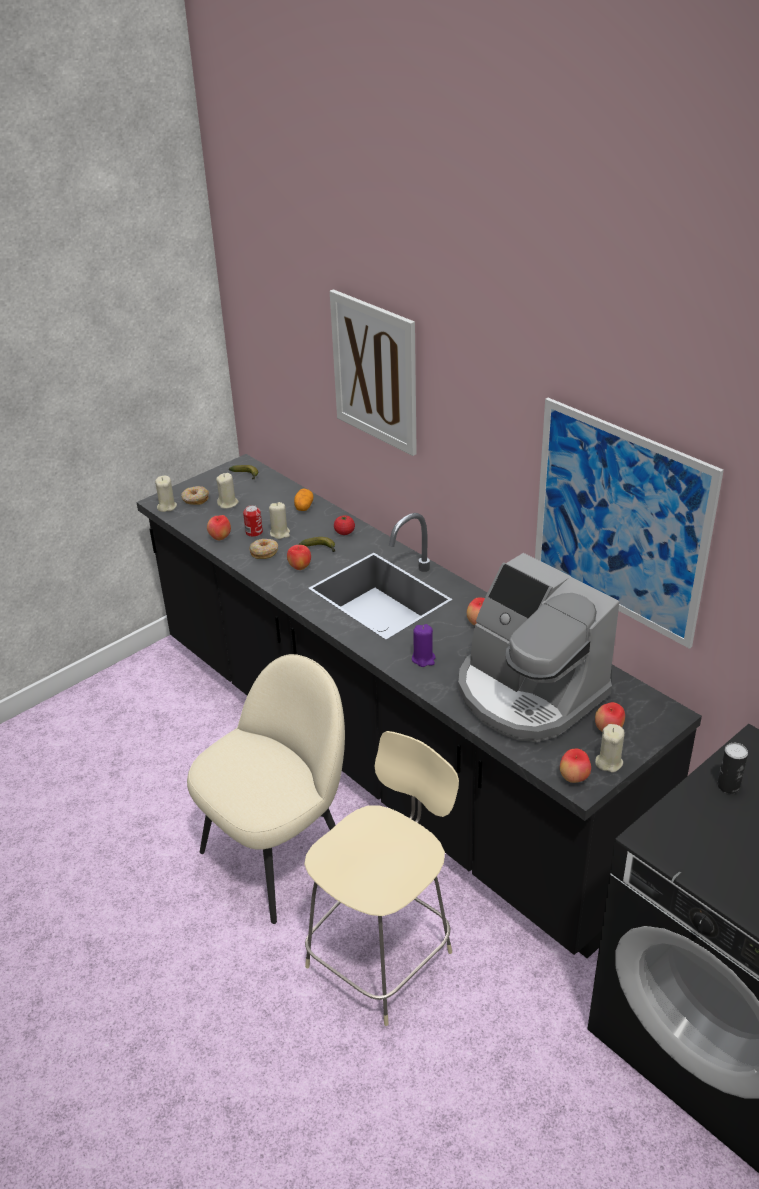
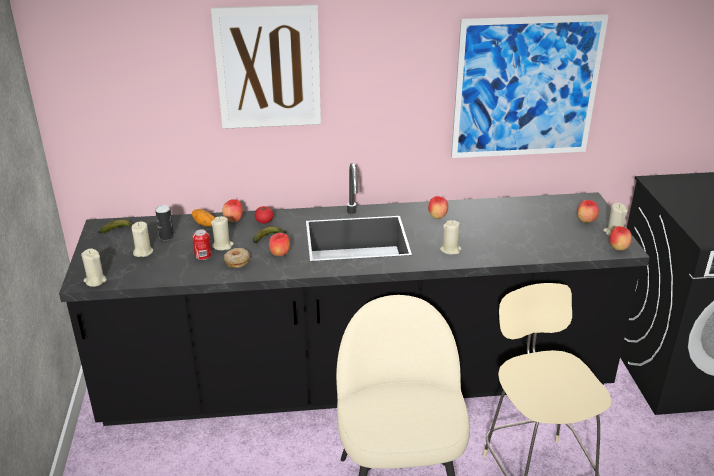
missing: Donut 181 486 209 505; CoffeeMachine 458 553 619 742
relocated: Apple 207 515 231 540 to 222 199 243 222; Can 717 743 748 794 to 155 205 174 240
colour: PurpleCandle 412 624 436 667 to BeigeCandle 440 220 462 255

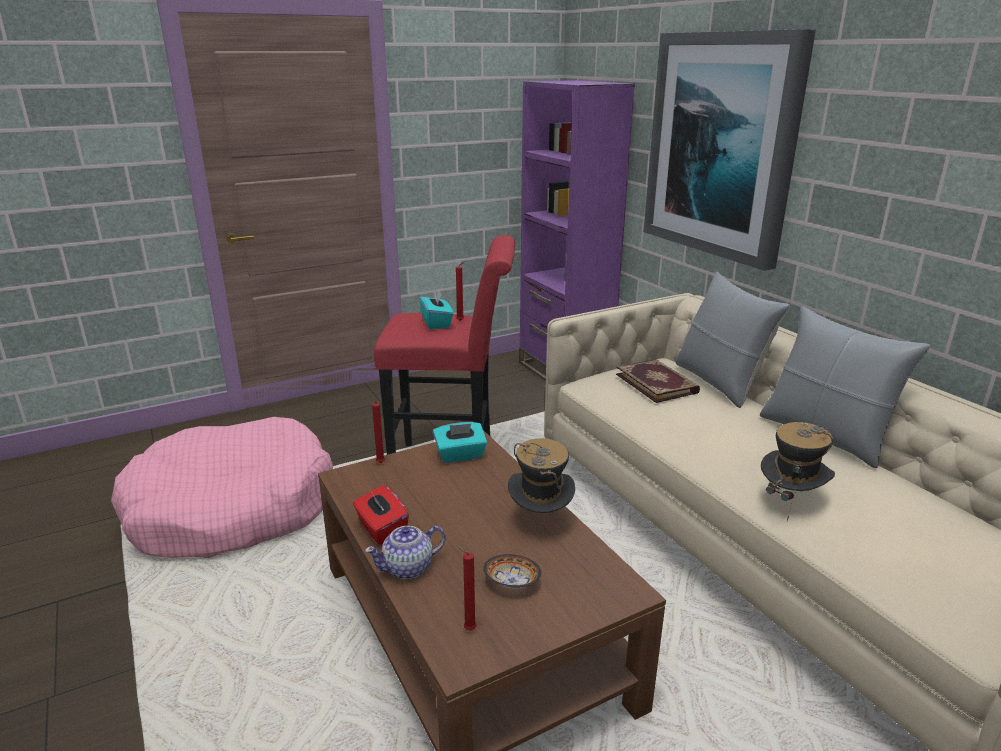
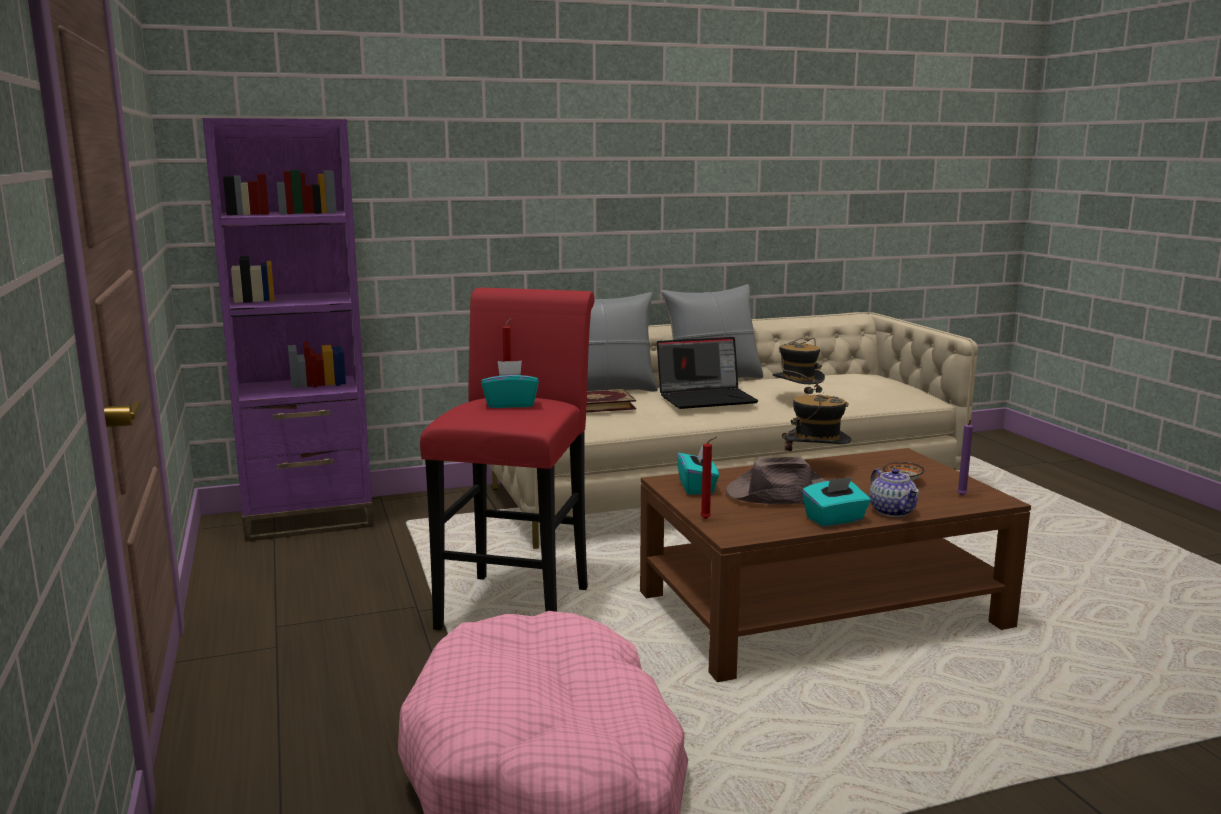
missing: Picture 644 29 816 271
appeared: Laptop 657 337 759 409; BrownHat 726 457 826 504
colour: RedTissueBox 353 485 409 545 to TurquoiseTissueBox 802 477 871 527; RedCandle 457 546 476 630 to PurpleCandle 957 420 973 496

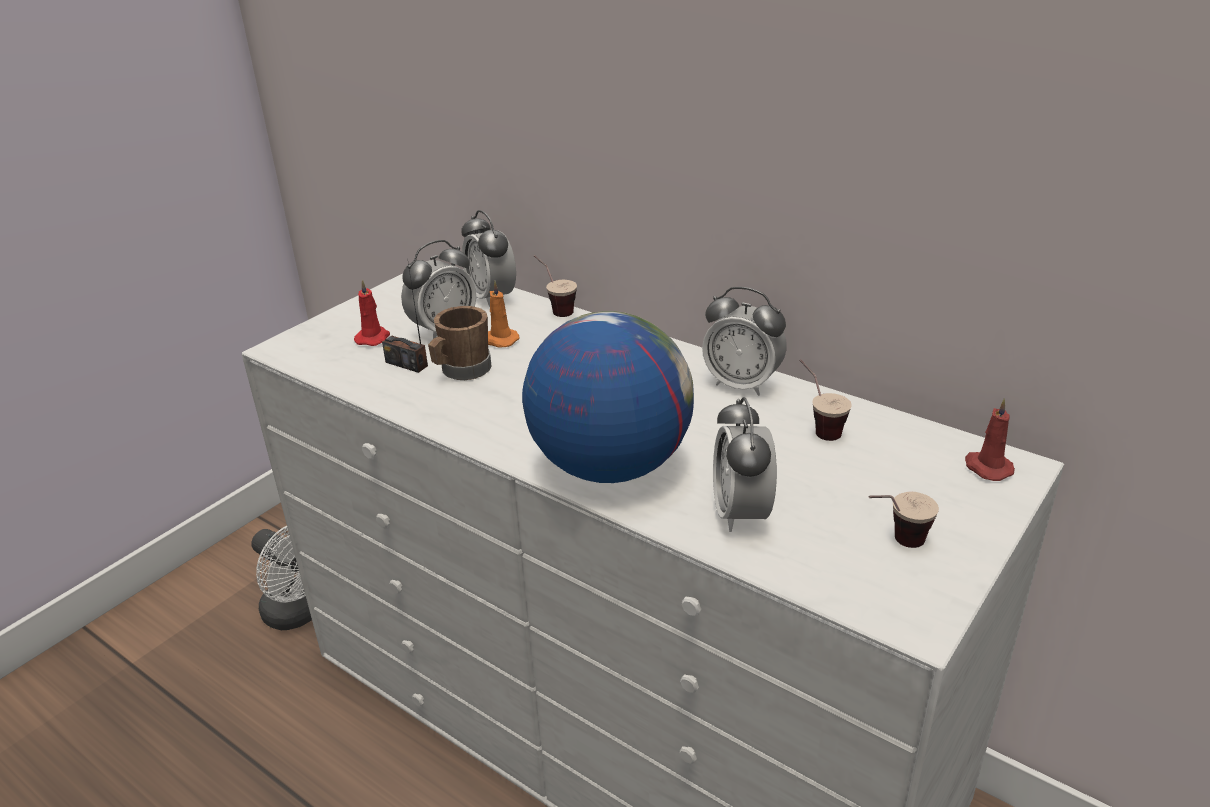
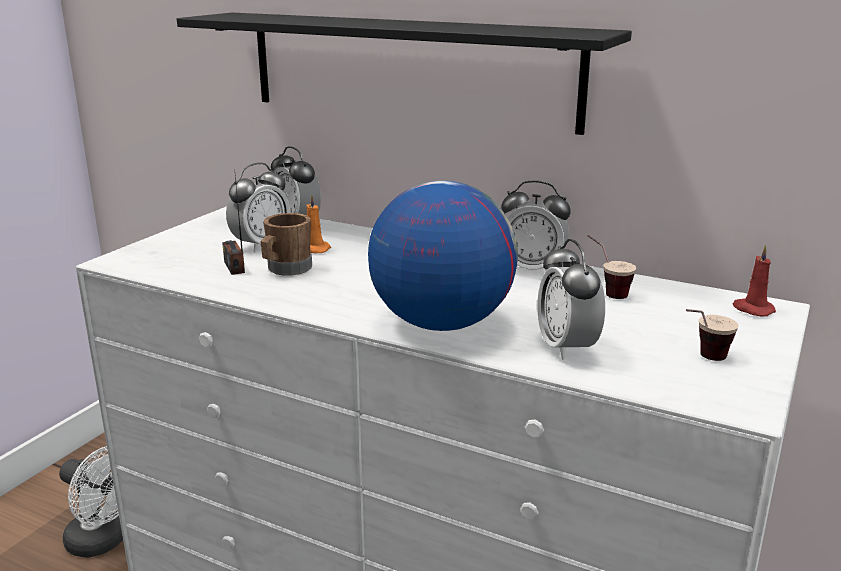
missing: RedCandle 354 279 390 346; Cup 534 255 577 317
appeared: BlackShelf 177 13 632 135
spun: Radio 382 263 428 373 = 222 176 245 275 45 degrees clockwise

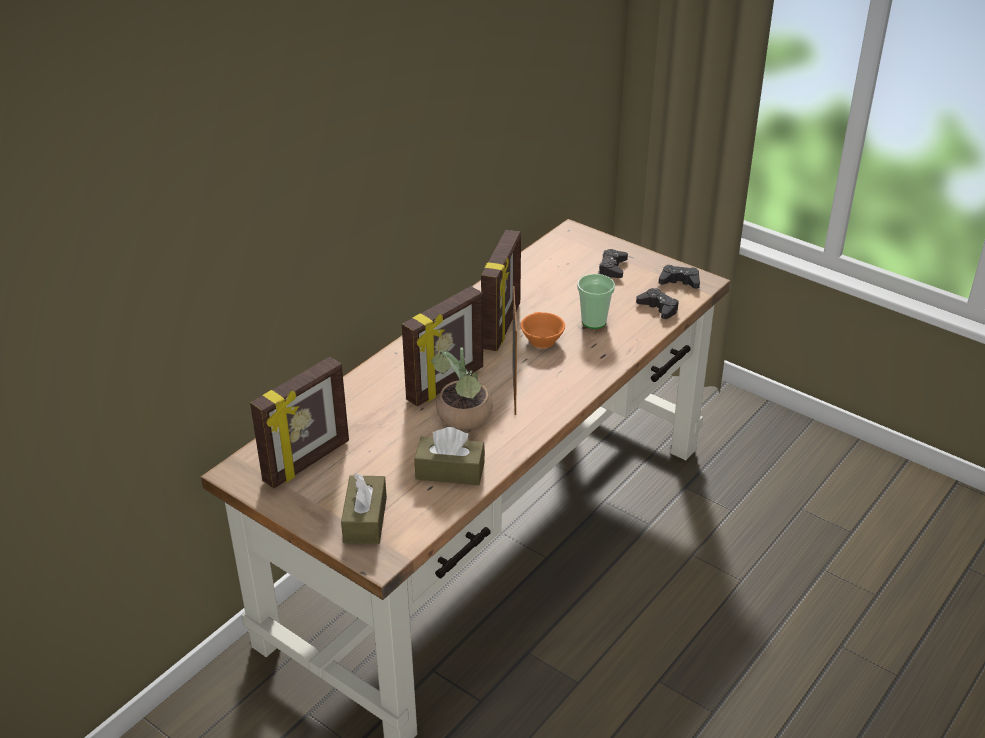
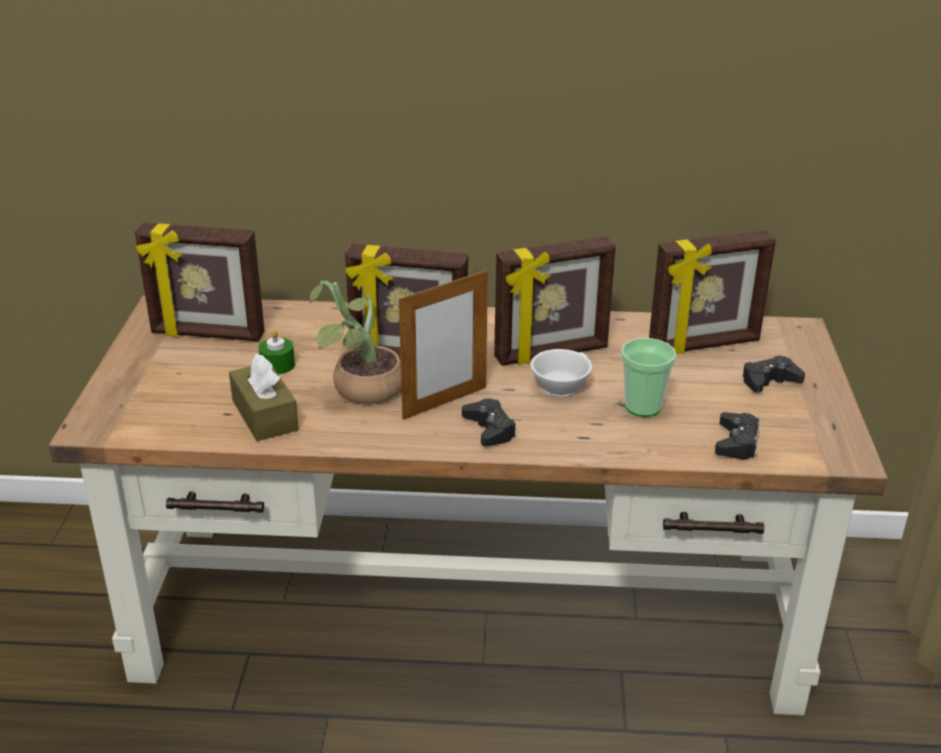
missing: BrownTissueBox 341 473 387 544
appeared: GreenCandle 259 330 295 375; PictureFrame 649 230 776 354
relocated: BlackGameController 659 265 700 289 to 462 398 516 446
colour: OrangeCup 521 312 565 348 to WhiteCup 531 349 592 397

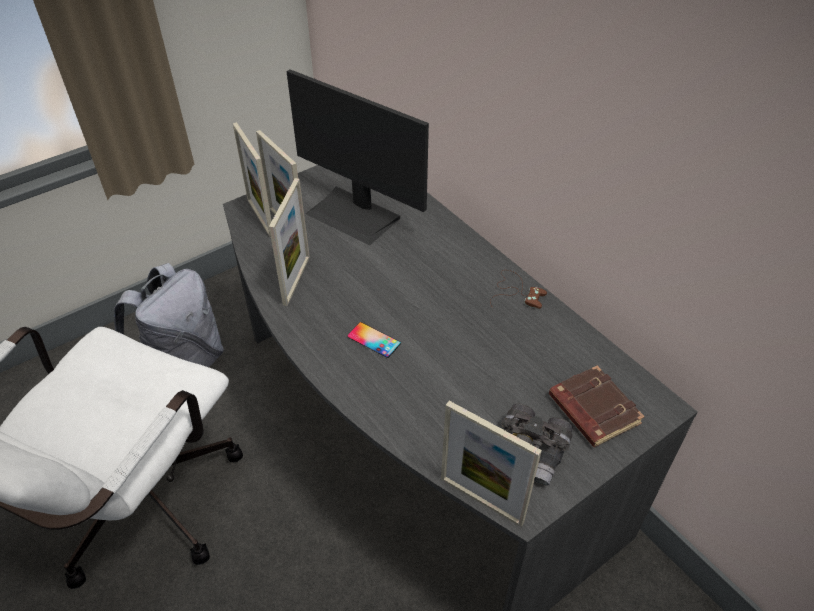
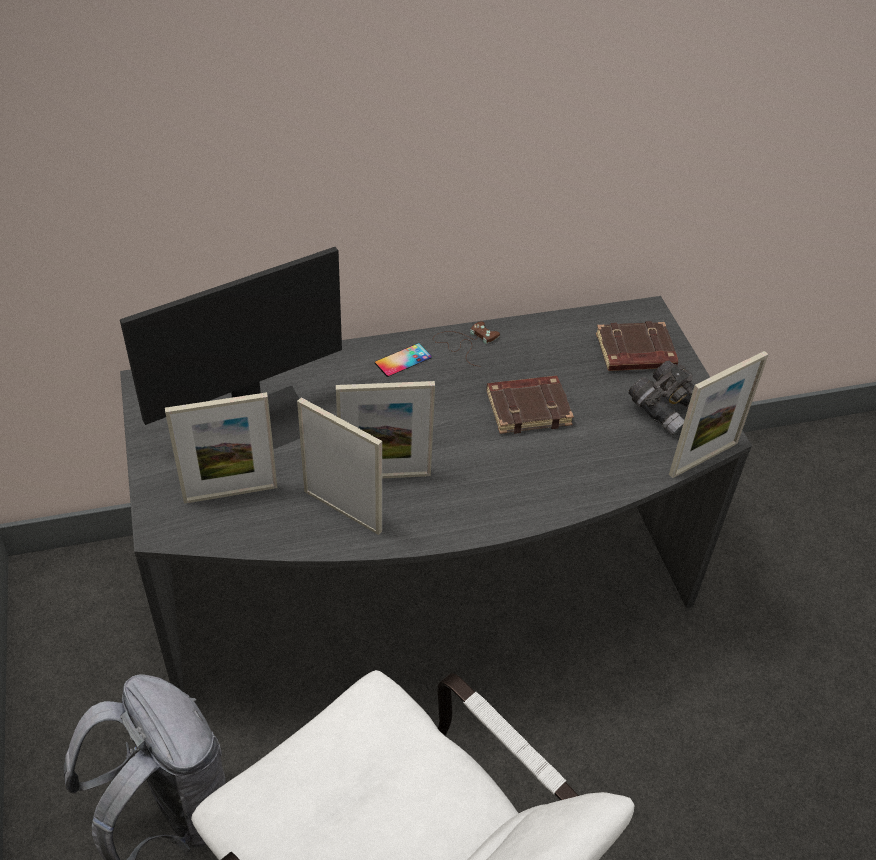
appeared: BrownBook 486 376 574 434
relocated: PictureFrame 233 122 272 238 to 336 381 435 478; Phone 348 322 401 358 to 375 343 432 377

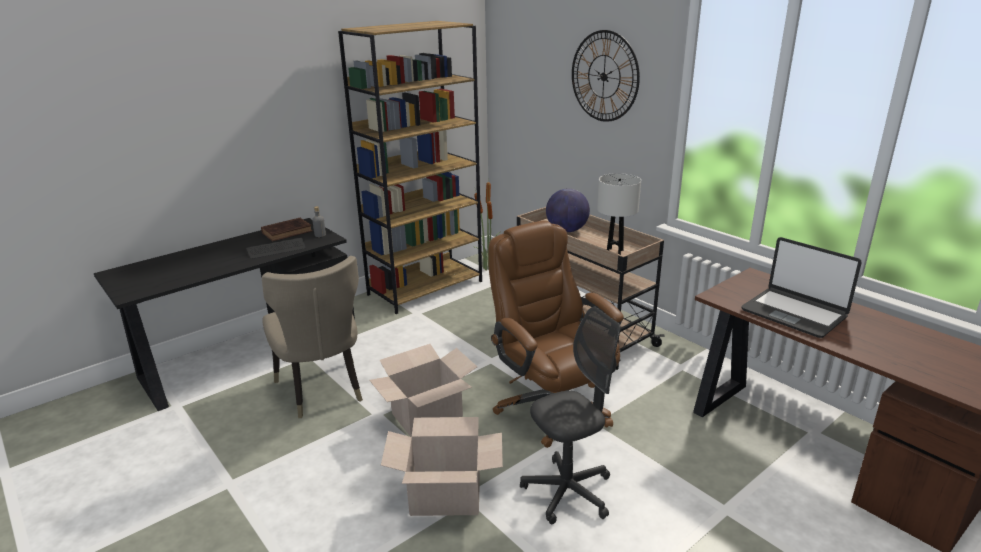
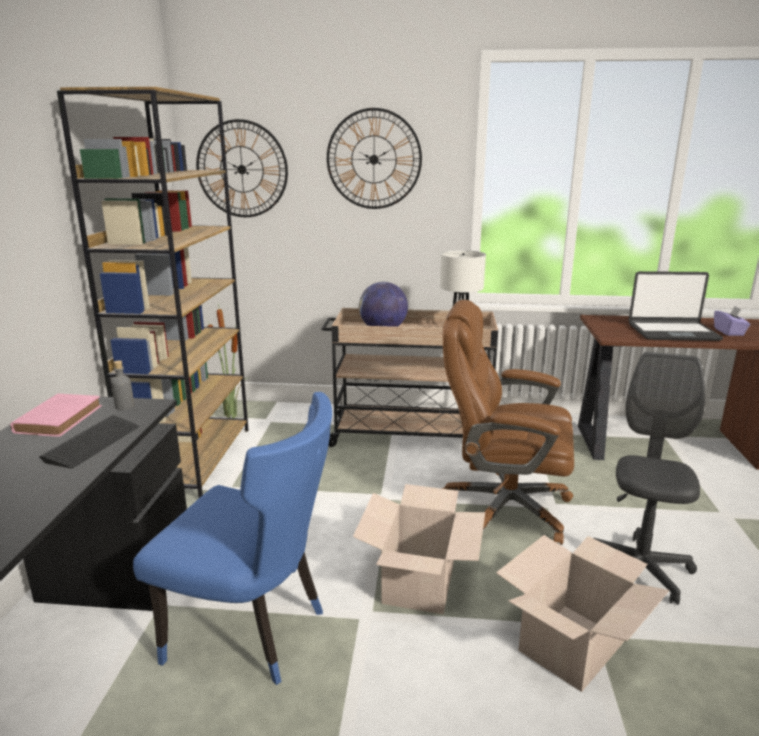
appeared: WallClock 196 119 288 217; PurpleTissueBox 714 306 750 336
colour: BrownBook 261 218 312 241 to PinkBook 10 393 102 437; BeigeChair 262 256 363 418 to BlueChair 133 392 332 685

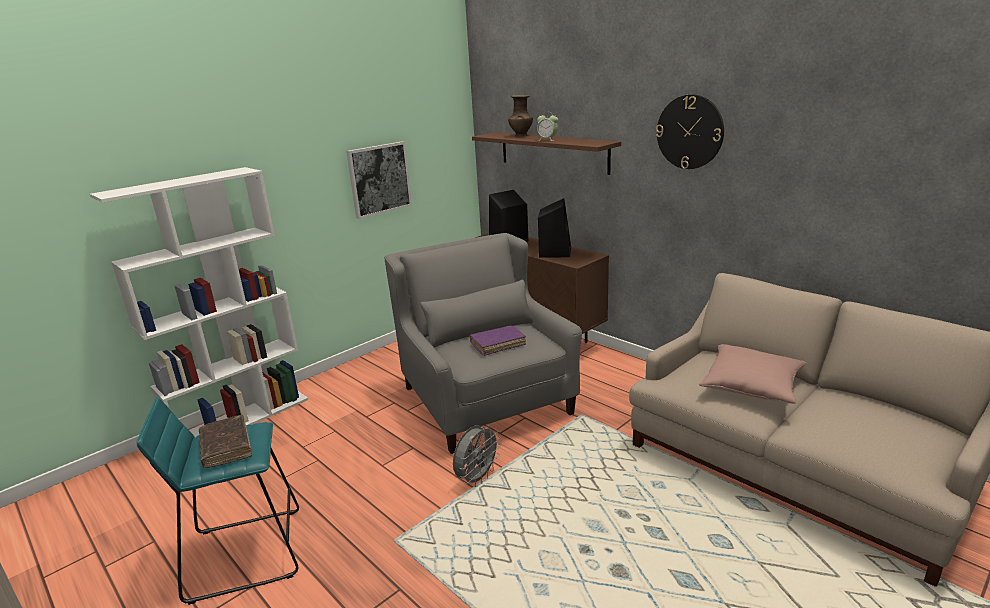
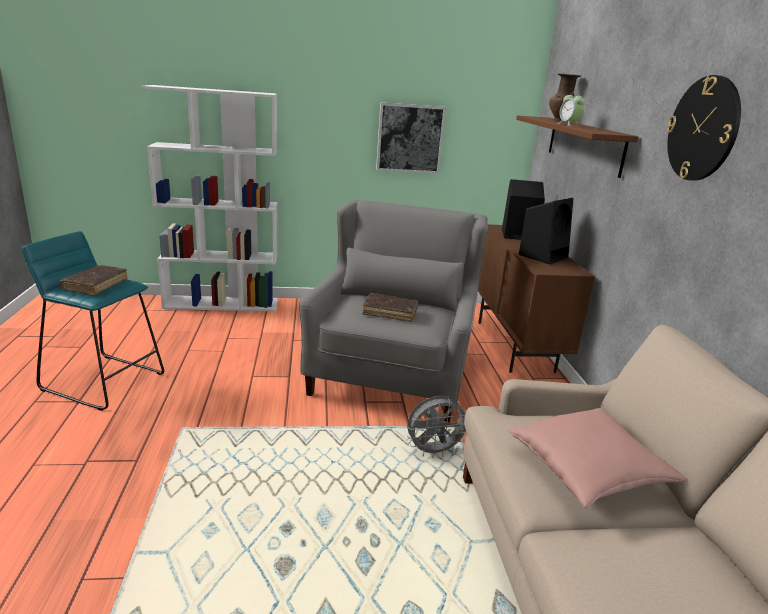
relocated: GreyFan 453 425 501 487 to 407 396 467 458
colour: PurpleBook 470 326 526 356 to BrownBook 362 293 418 322

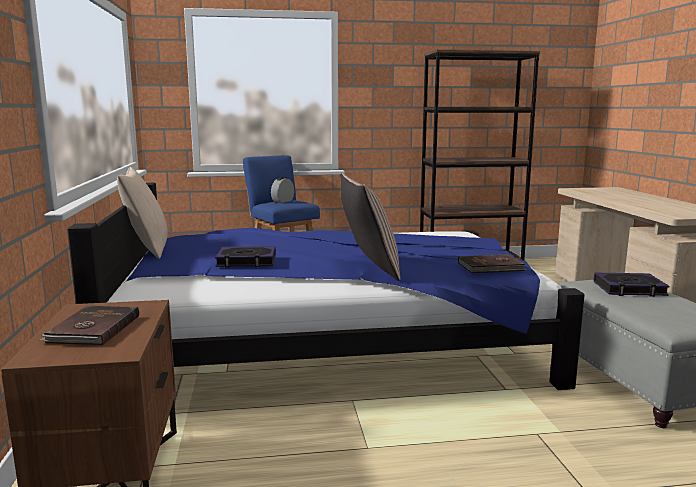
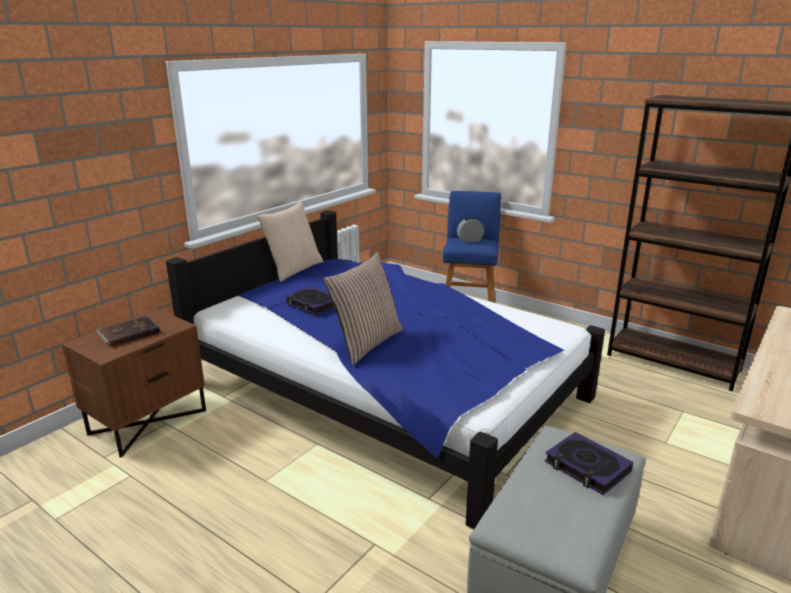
missing: BrownBook 458 254 527 273

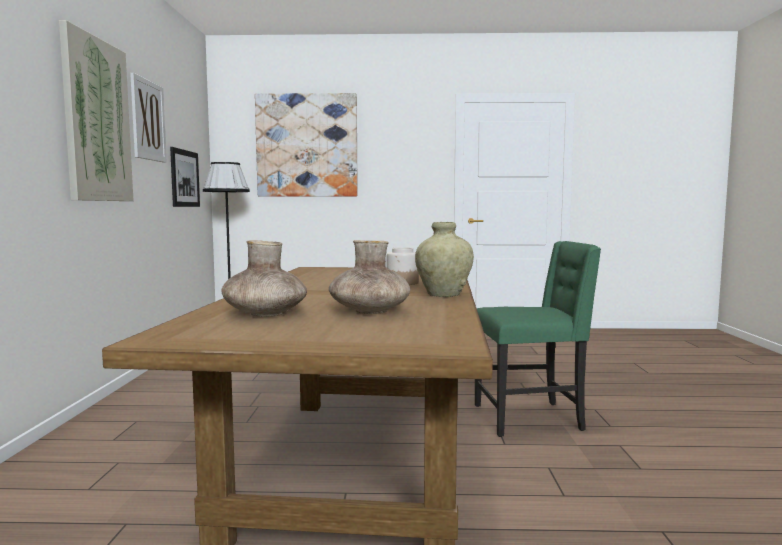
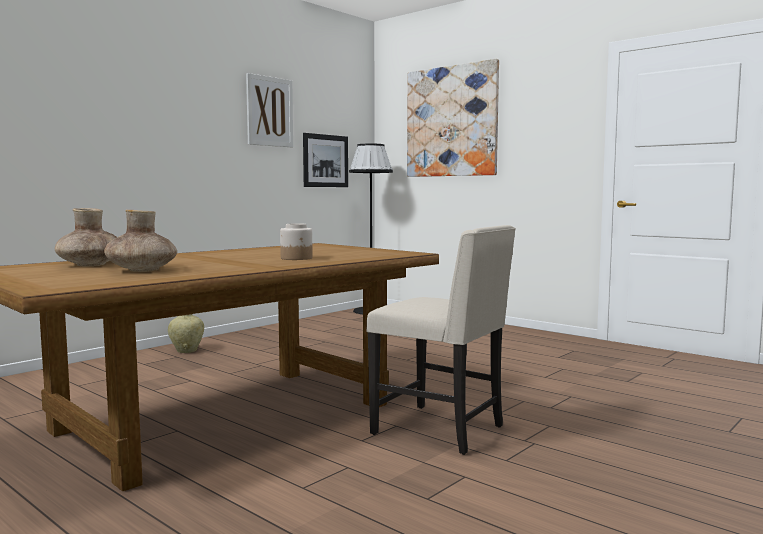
missing: Picture 59 20 134 201
relocated: BeigeVase 415 222 474 297 to 168 314 204 353
colour: GreenChair 475 241 601 437 to BeigeChair 366 225 516 455

